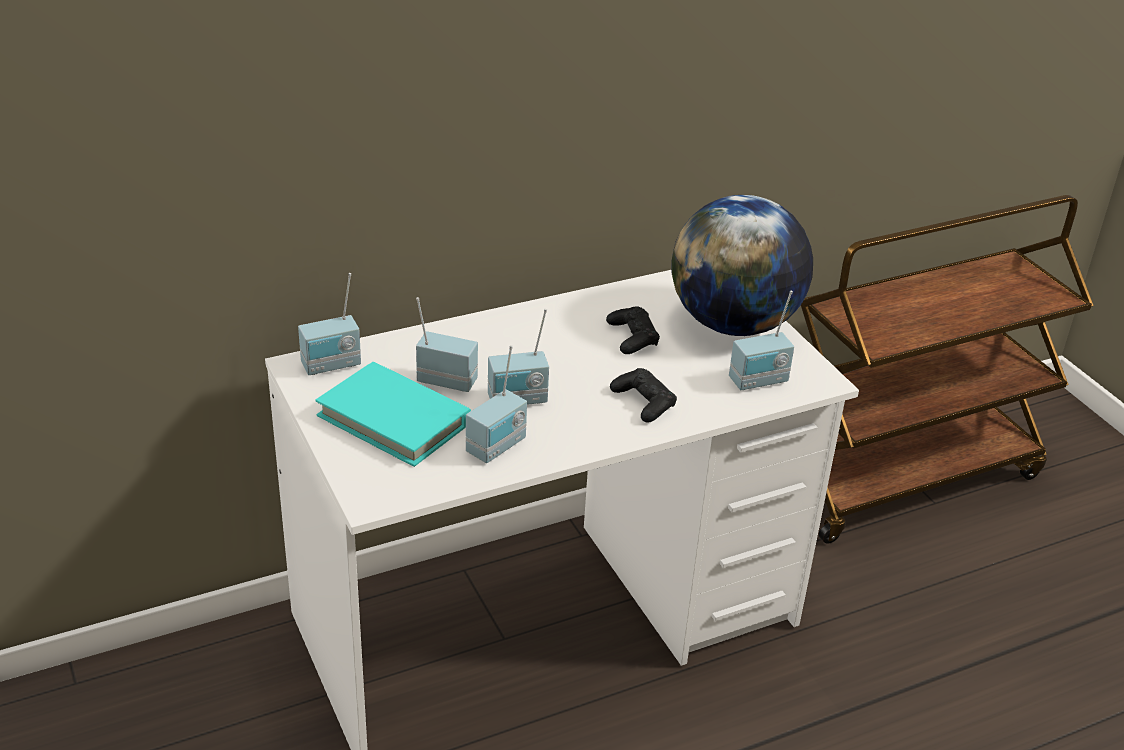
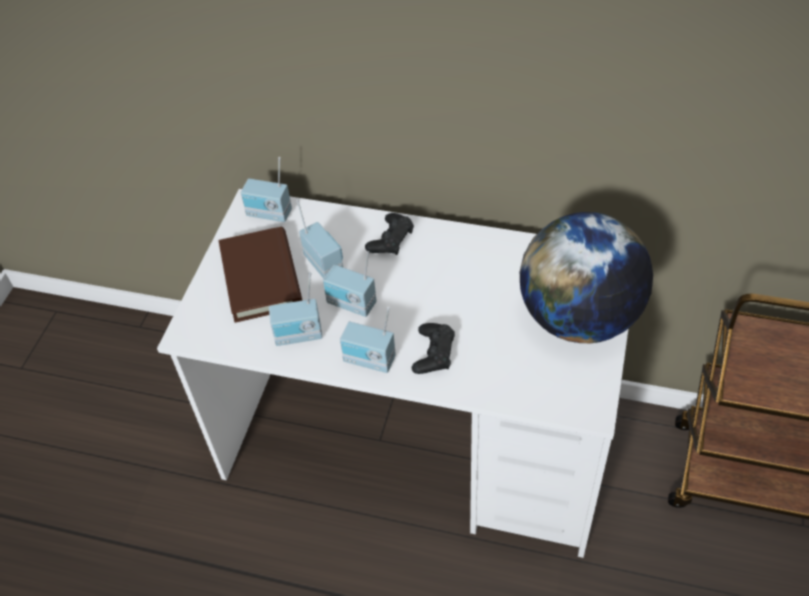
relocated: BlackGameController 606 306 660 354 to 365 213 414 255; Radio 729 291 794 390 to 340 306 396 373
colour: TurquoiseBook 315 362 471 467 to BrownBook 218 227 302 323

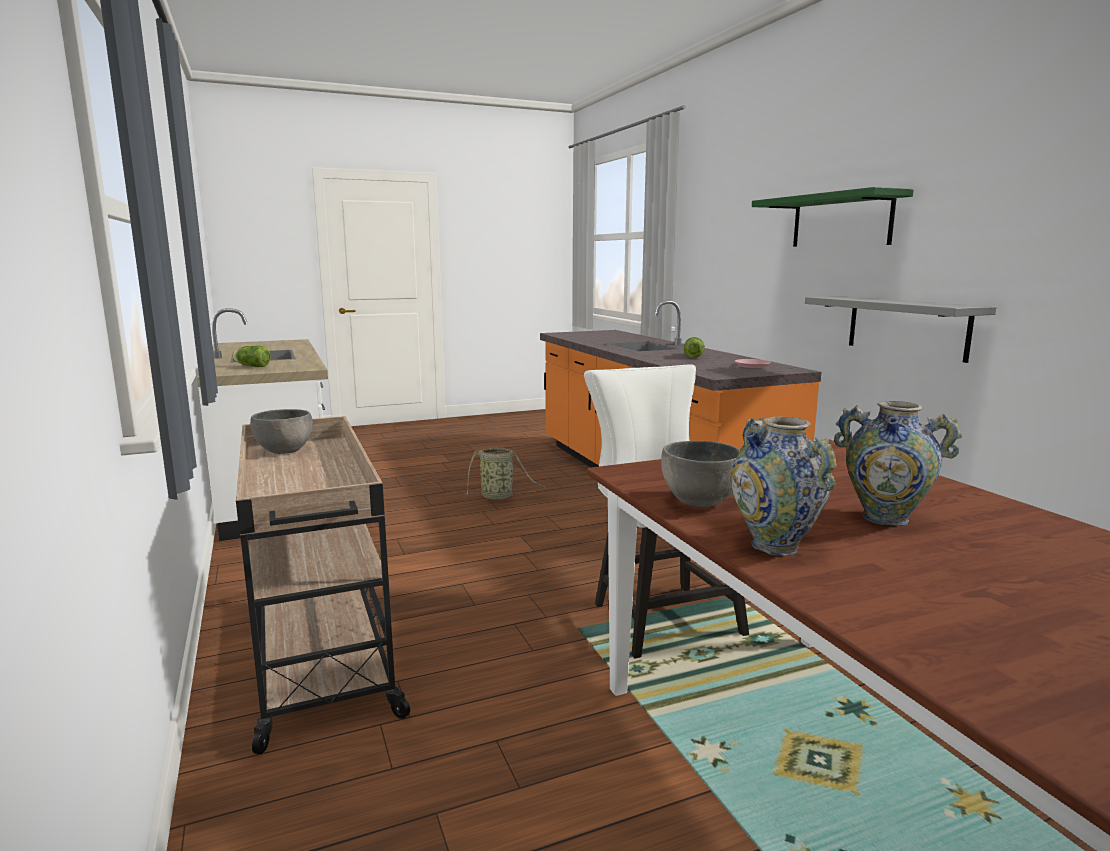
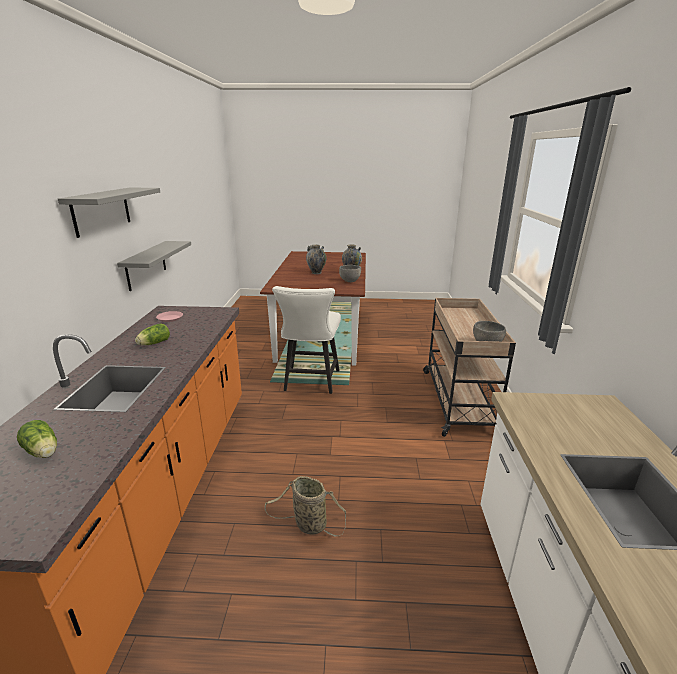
relocated: Lettuce 232 346 271 367 to 17 420 57 458
colour: GreenShelf 752 187 914 247 to GreyShelf 58 188 160 238

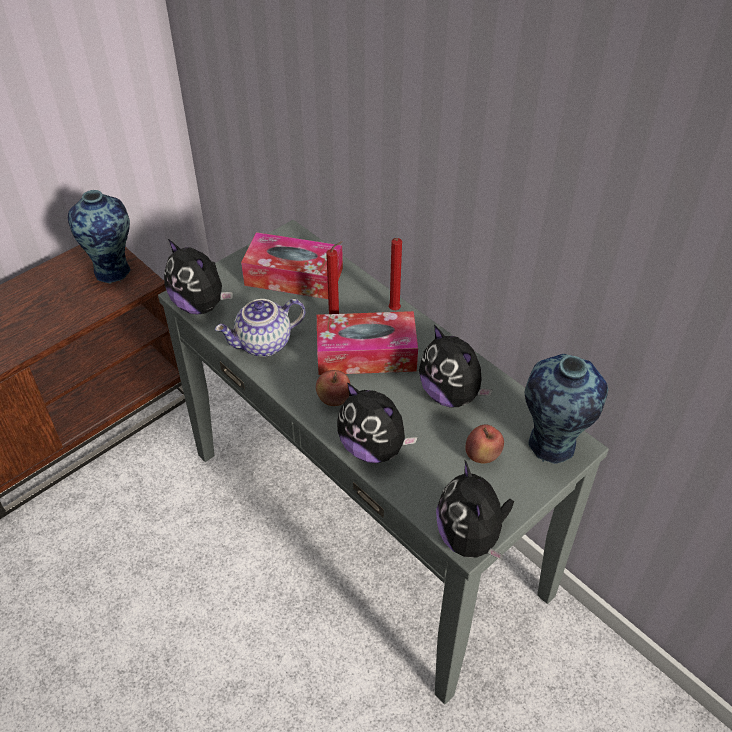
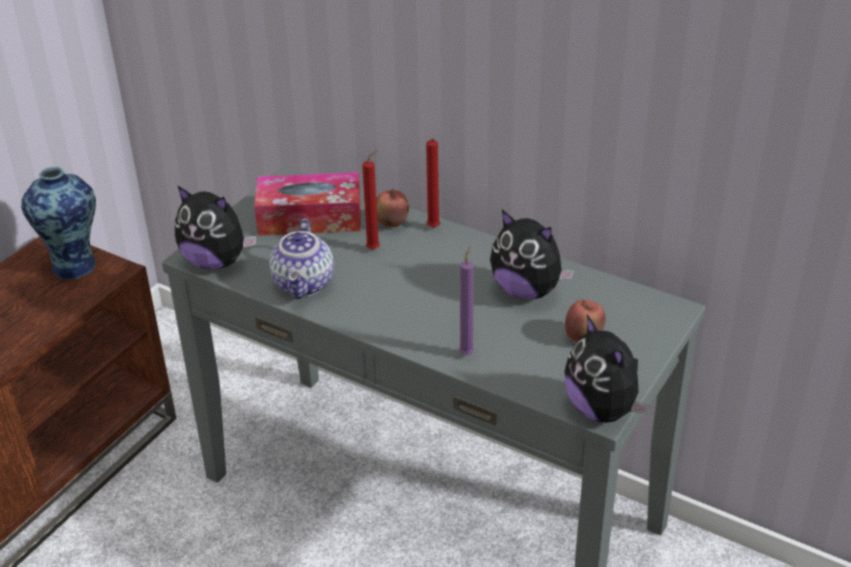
missing: TissueBox 317 311 418 375; Vase 525 354 608 463
relocated: Apple 316 370 350 406 to 376 189 409 227
exchanged: PlushToy 337 382 418 463 to PurpleCandle 459 246 474 355
spun: Teapot 215 299 305 357 = 269 219 334 298 45 degrees counterclockwise

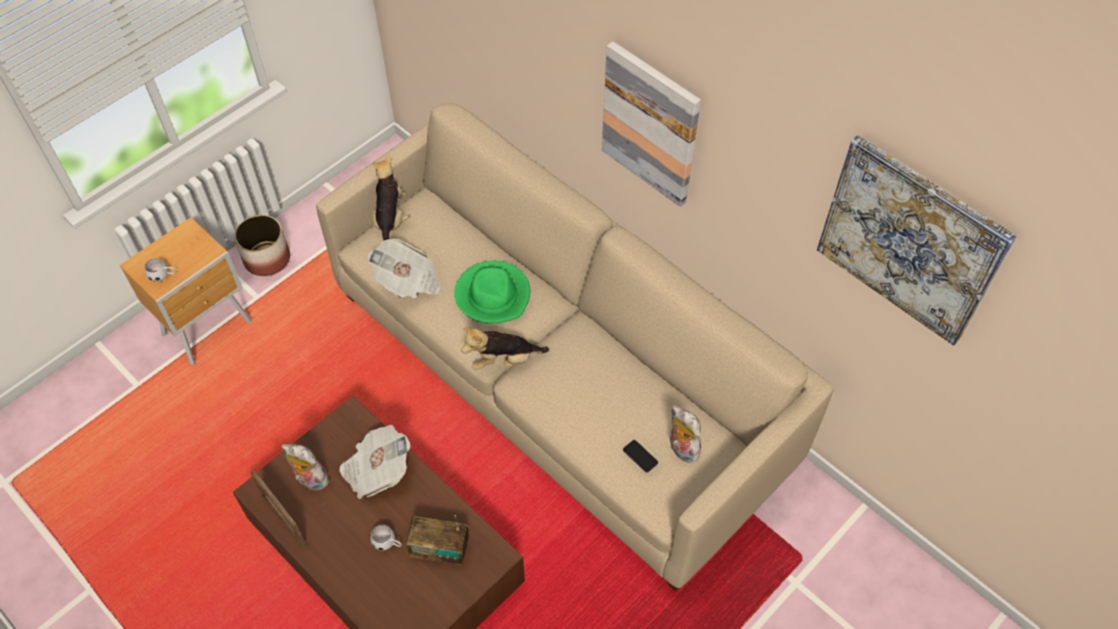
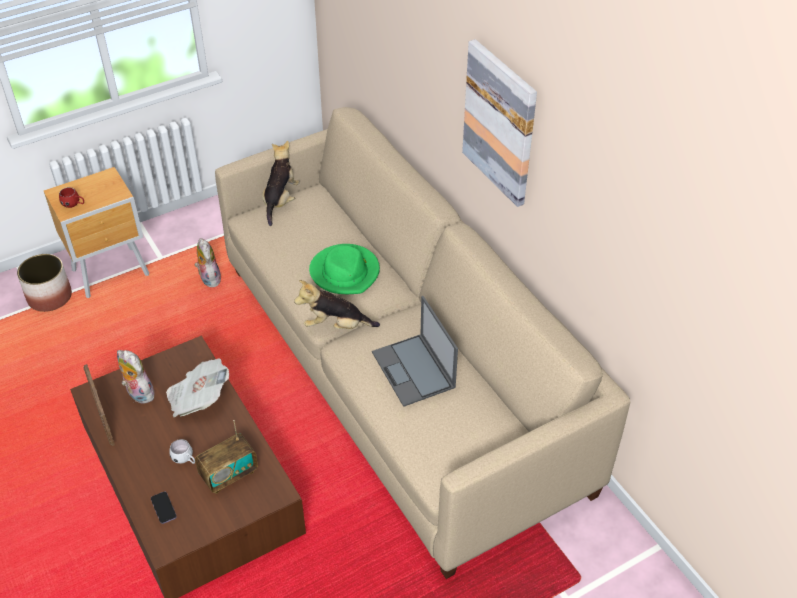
missing: Newspaper 368 238 440 298; Picture 817 135 1017 346
appeared: Laptop 372 296 458 407
relocated: Planter 234 215 290 276 to 17 254 72 312; Phone 623 440 658 473 to 151 492 177 524; PlushToy 670 405 701 463 to 194 238 221 287
colour: WhiteMug 144 258 176 282 to RedMug 59 187 84 208
spun: Radio 406 515 469 565 = 195 420 258 494 60 degrees counterclockwise

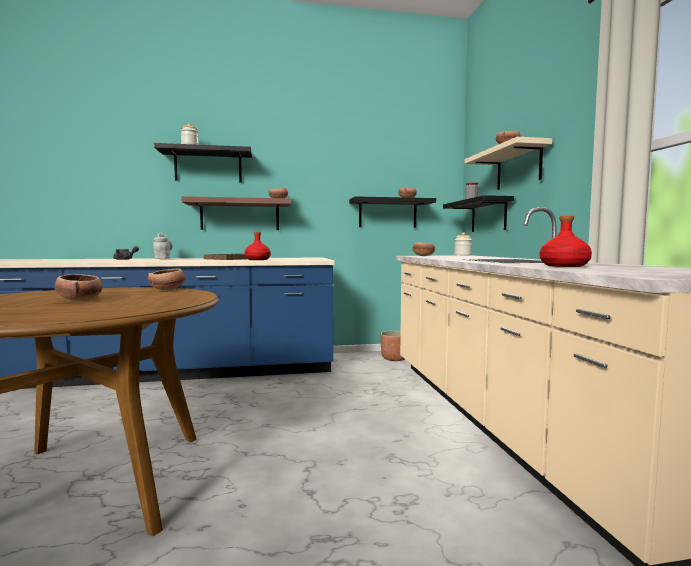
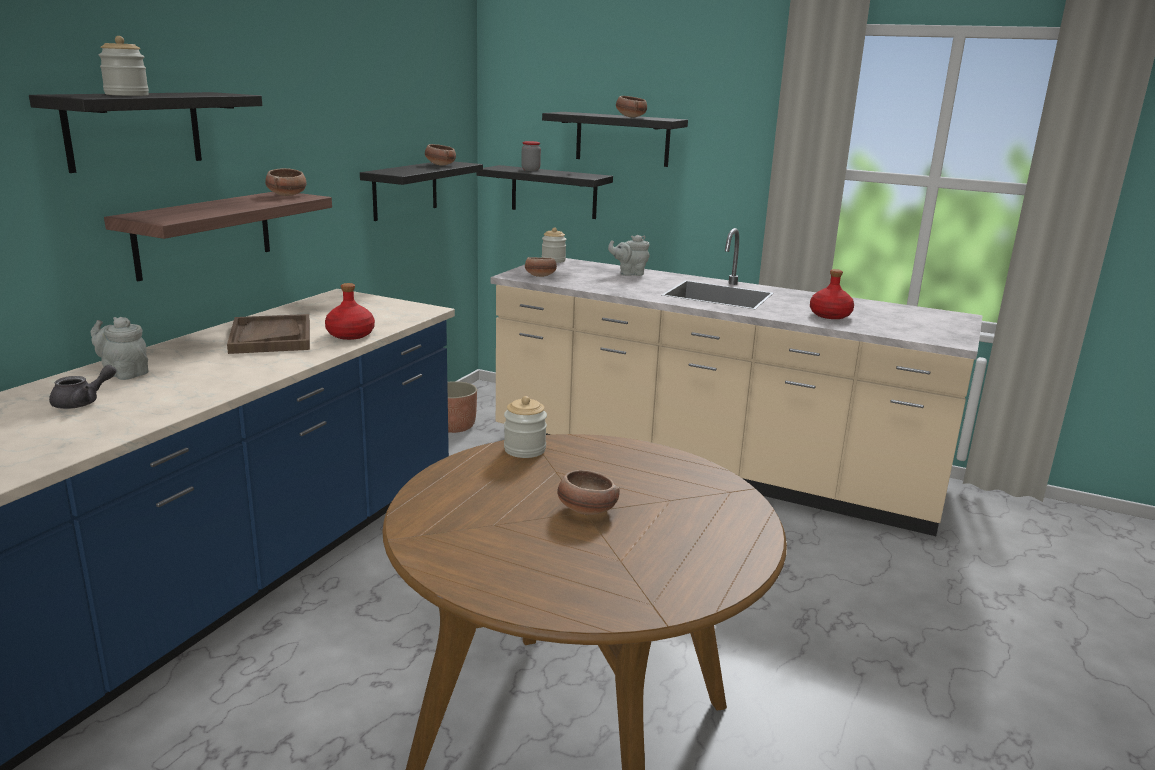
appeared: GreyTeapot 608 235 650 276
exchanged: Bowl 148 269 186 290 to Jar 504 396 547 458
colour: BeigeShelf 464 137 552 190 to BlackShelf 542 112 688 167

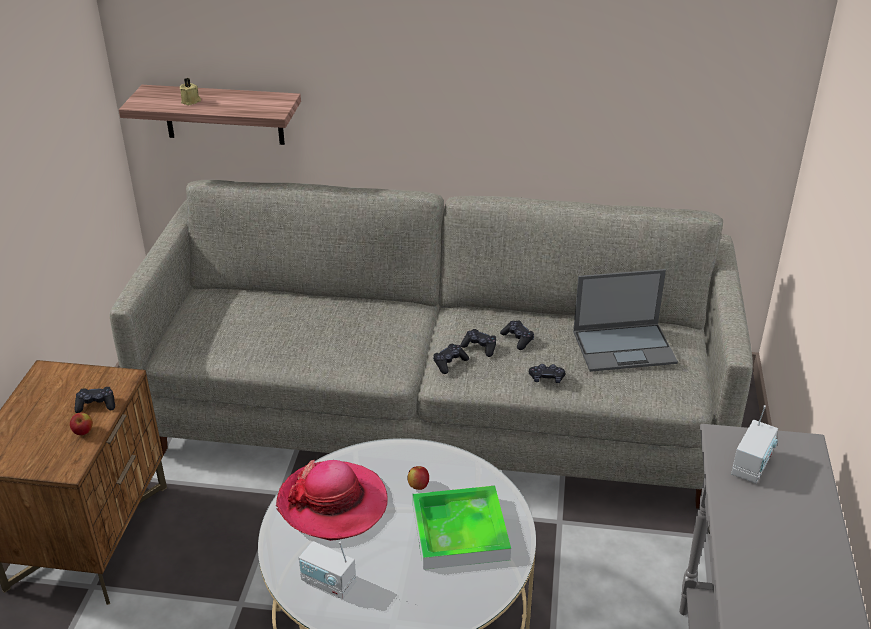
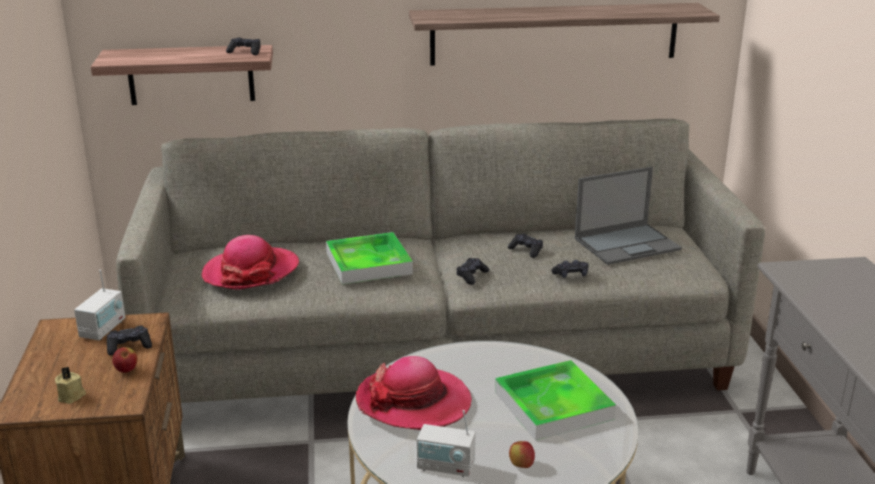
appeared: Hat 201 235 299 290; Tray 326 232 413 284; Shelf 409 3 720 66
relocated: BeigeCandle 180 78 201 105 to 55 367 86 404; Apple 407 466 429 490 to 509 441 535 468; BlackGameController 460 329 496 357 to 226 38 261 55; Radio 731 405 778 484 to 74 270 125 340

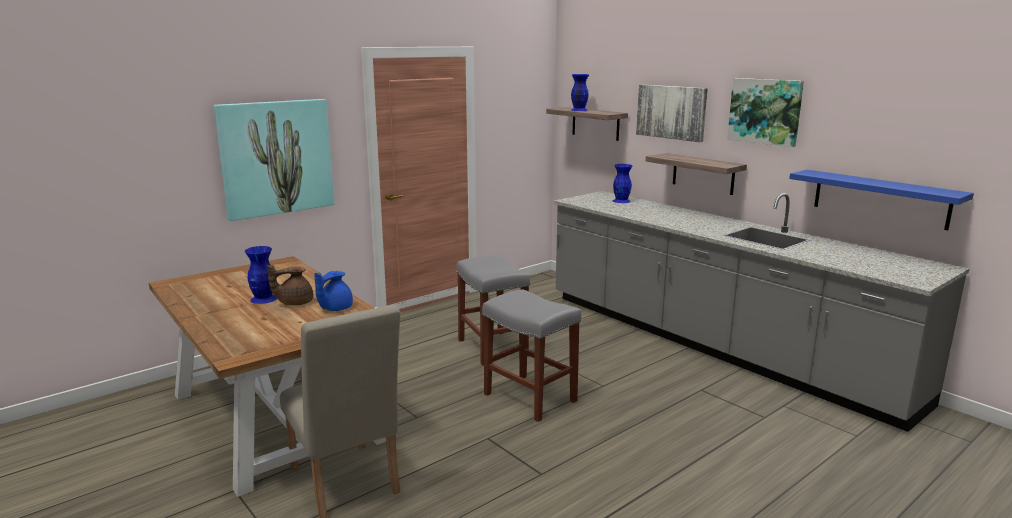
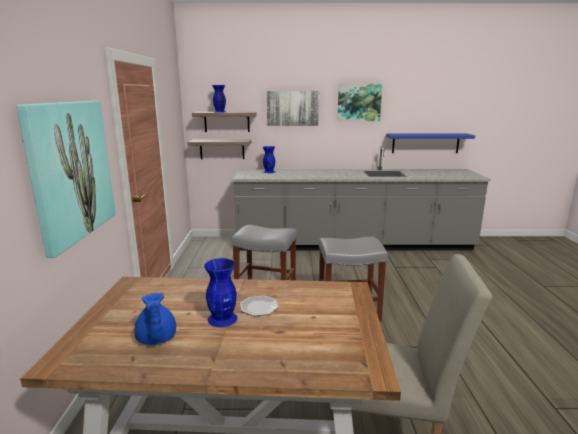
relocated: BlueTeapot 315 271 353 311 to 134 293 176 345; Shelf 646 153 747 195 to 187 140 251 159
exchanged: BrownTeapot 267 265 313 306 to Plate 240 296 279 316

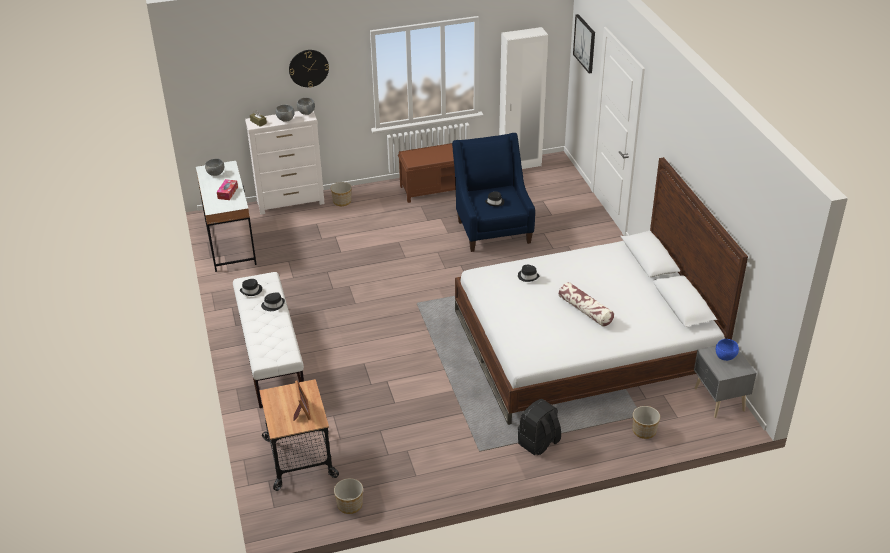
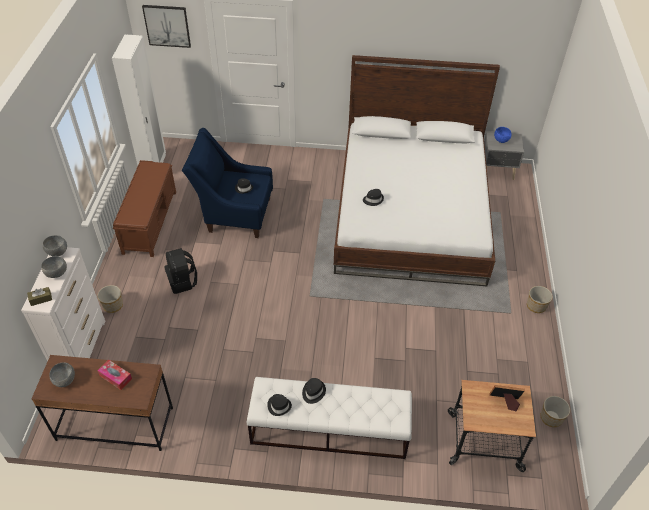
missing: WallClock 289 50 329 88; Pillow 559 282 614 327
relocated: BlackBackpack 518 399 561 455 to 164 248 197 294; Planter 633 406 660 439 to 527 286 553 313
colour: WhiteDesk 196 161 257 272 to BrownDesk 31 355 173 451

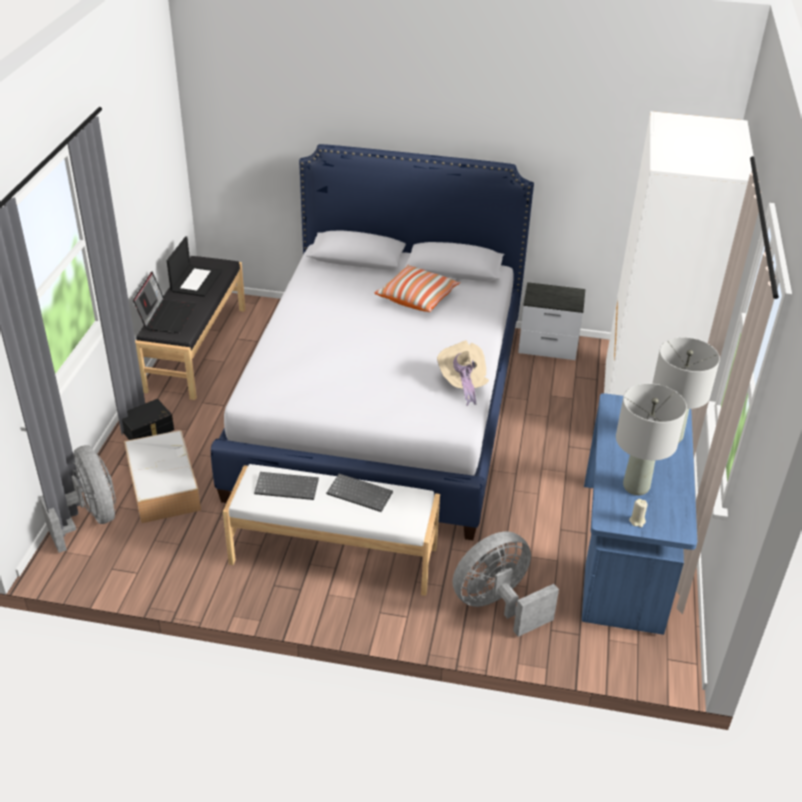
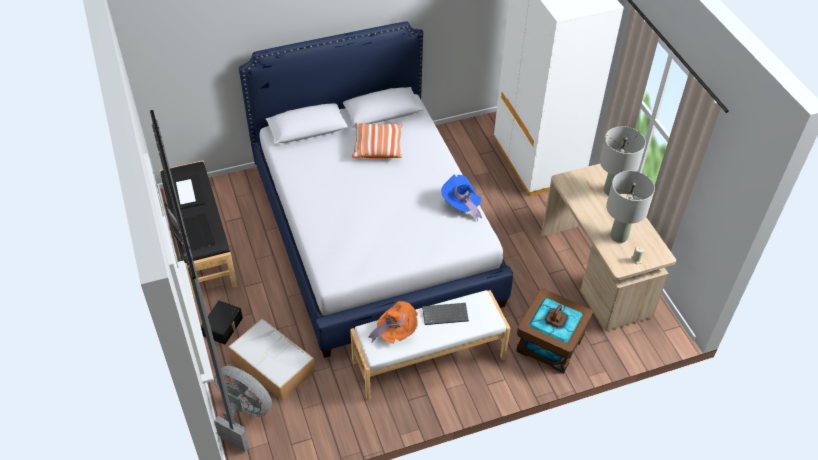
missing: Nightstand 518 282 585 360
exchanged: Keyboard 254 472 319 500 to OrangeHat 368 301 418 344; GreyFan 453 531 559 637 to BrownStorageBox 516 289 593 373
colour: BeigeHat 437 340 489 406 to BlueHat 442 174 482 221; BlueDesk 582 393 697 635 to BeigeDesk 541 164 676 331

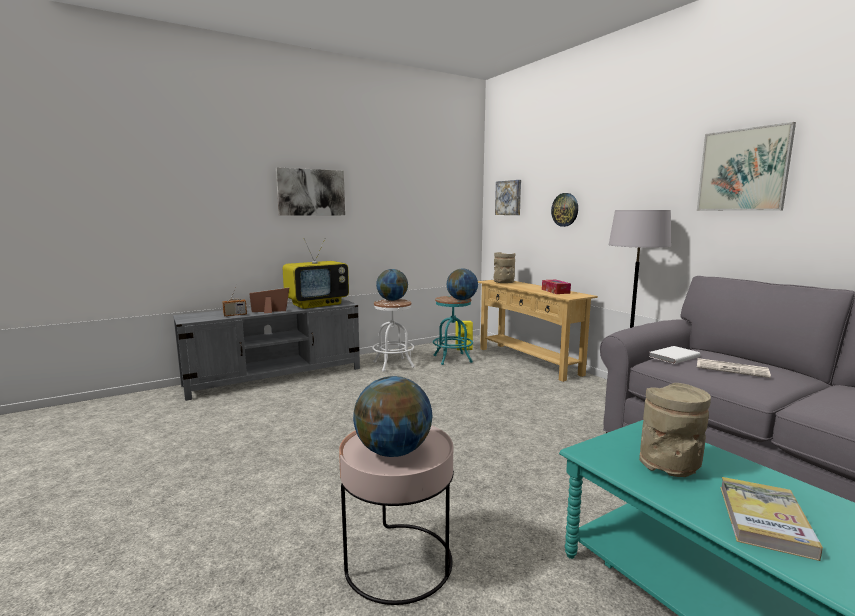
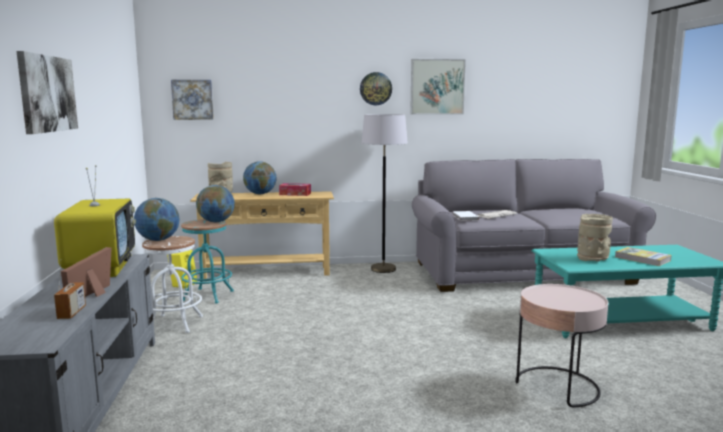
relocated: Globe 353 376 432 457 to 243 161 277 194; WallClock 551 193 578 227 to 360 72 392 105

